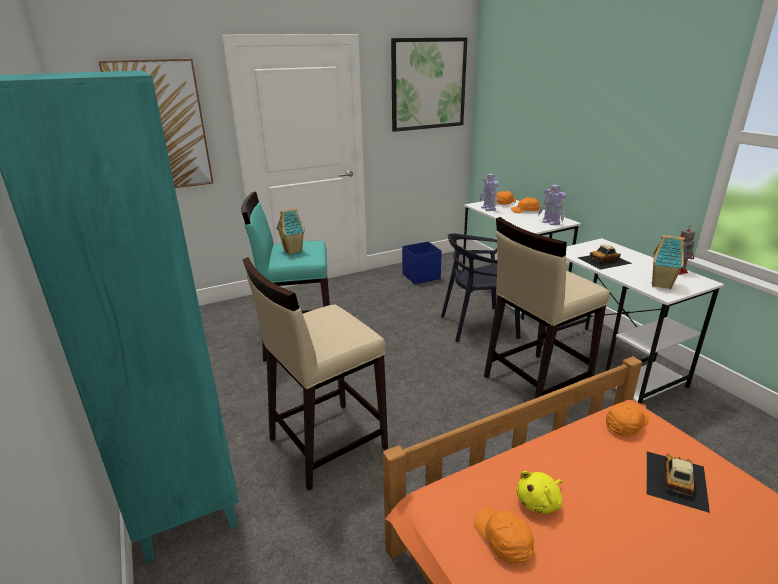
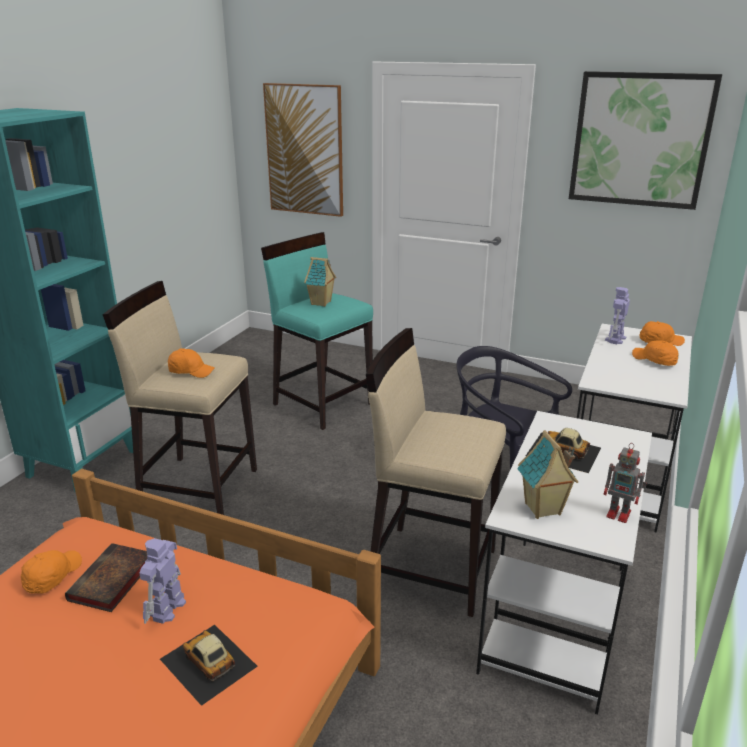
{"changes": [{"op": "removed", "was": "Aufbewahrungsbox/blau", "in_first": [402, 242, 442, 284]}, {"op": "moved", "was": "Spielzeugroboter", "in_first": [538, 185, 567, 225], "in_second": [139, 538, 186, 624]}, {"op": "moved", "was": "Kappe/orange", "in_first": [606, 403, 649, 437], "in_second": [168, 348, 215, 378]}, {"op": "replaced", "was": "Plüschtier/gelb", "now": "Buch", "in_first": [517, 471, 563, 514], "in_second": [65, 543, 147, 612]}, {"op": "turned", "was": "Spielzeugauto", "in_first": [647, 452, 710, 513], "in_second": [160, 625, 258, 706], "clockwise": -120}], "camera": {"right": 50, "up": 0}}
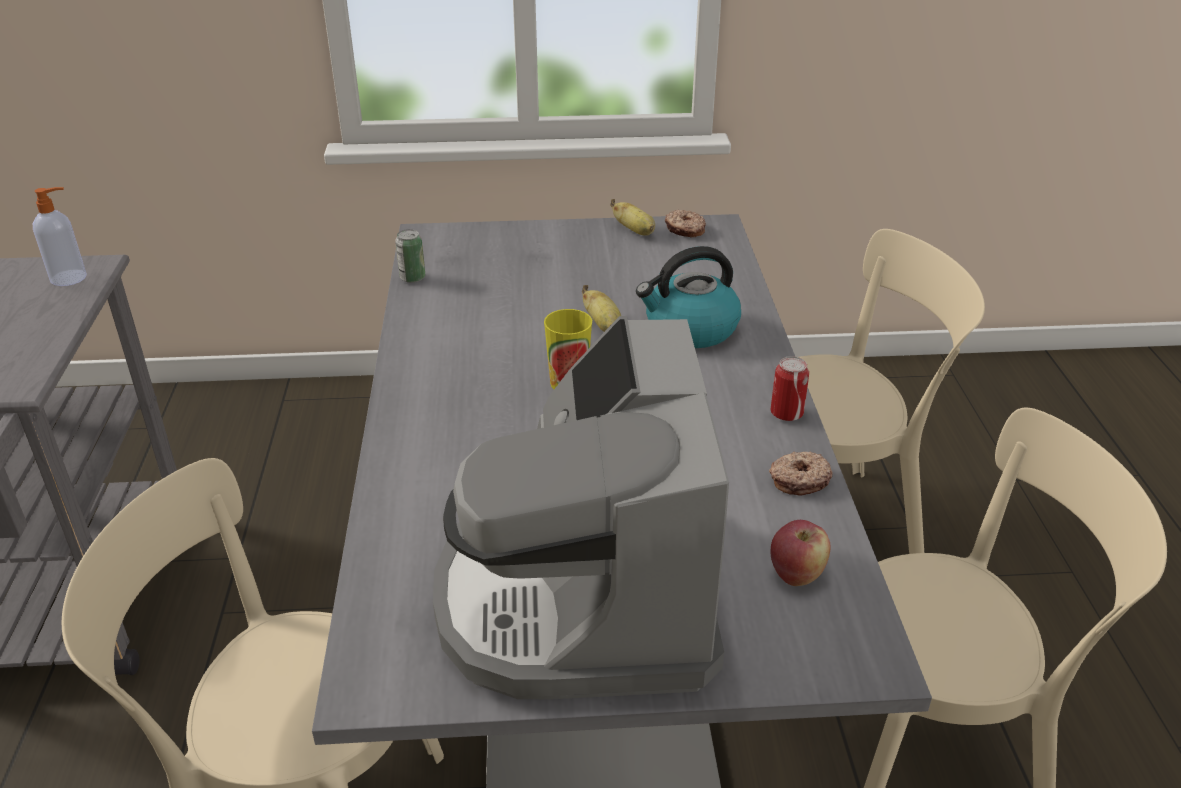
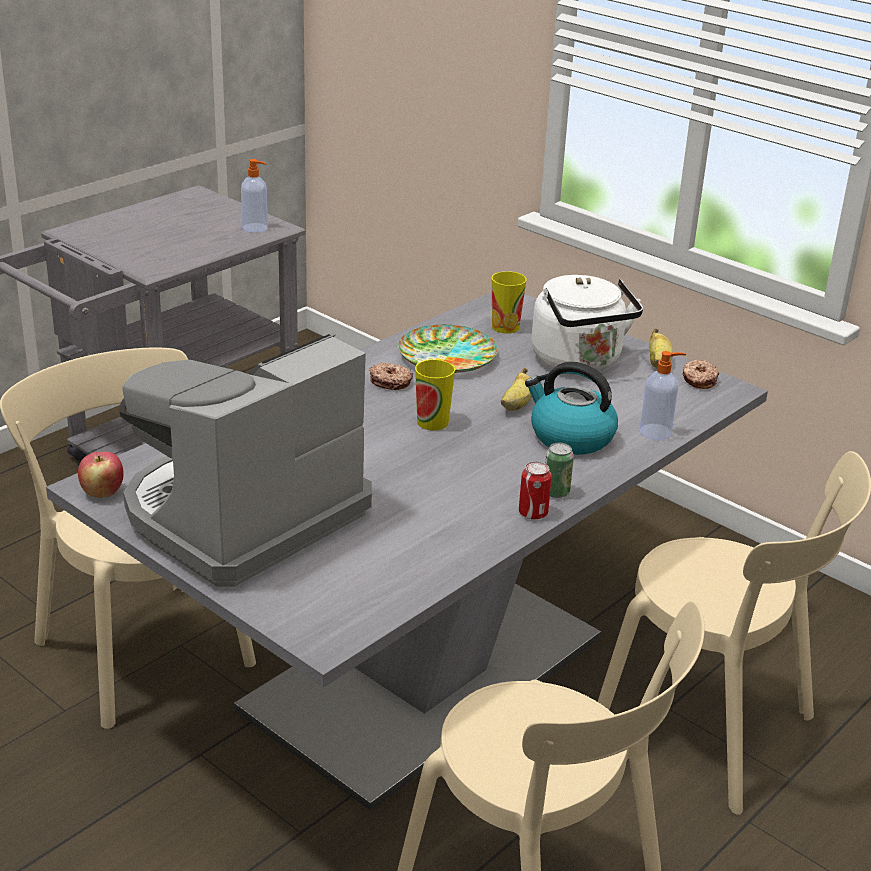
{"changes": [{"op": "added", "now": "Teller", "in_second": [398, 325, 498, 373]}, {"op": "added", "now": "Tasse", "in_second": [492, 271, 527, 334]}, {"op": "added", "now": "Wasserkessel/weiß", "in_second": [531, 275, 643, 371]}, {"op": "added", "now": "Seifenspender", "in_second": [640, 351, 686, 440]}, {"op": "moved", "was": "Dose", "in_first": [395, 229, 425, 283], "in_second": [545, 443, 574, 498]}, {"op": "moved", "was": "Donut", "in_first": [769, 452, 833, 496], "in_second": [369, 363, 413, 390]}, {"op": "moved", "was": "Apfel", "in_first": [771, 520, 831, 586], "in_second": [78, 452, 124, 498]}], "camera": {"right": 45, "up": -5}}
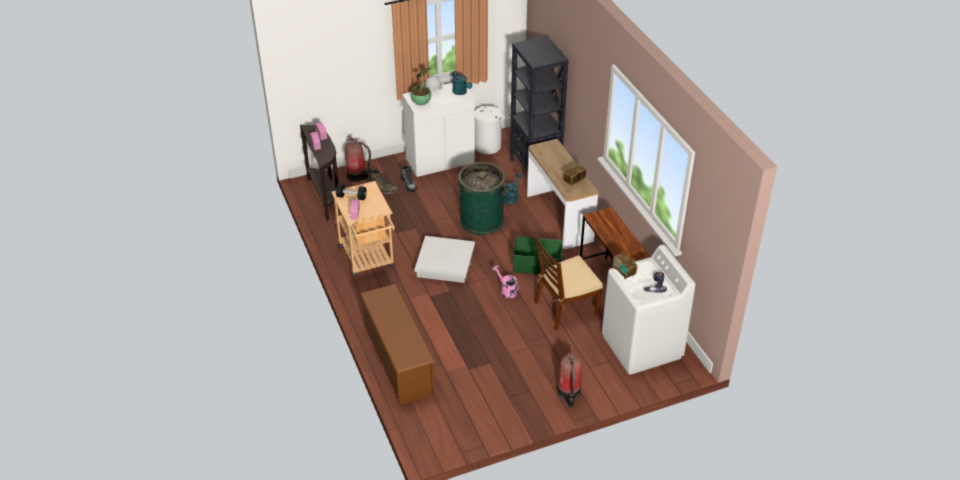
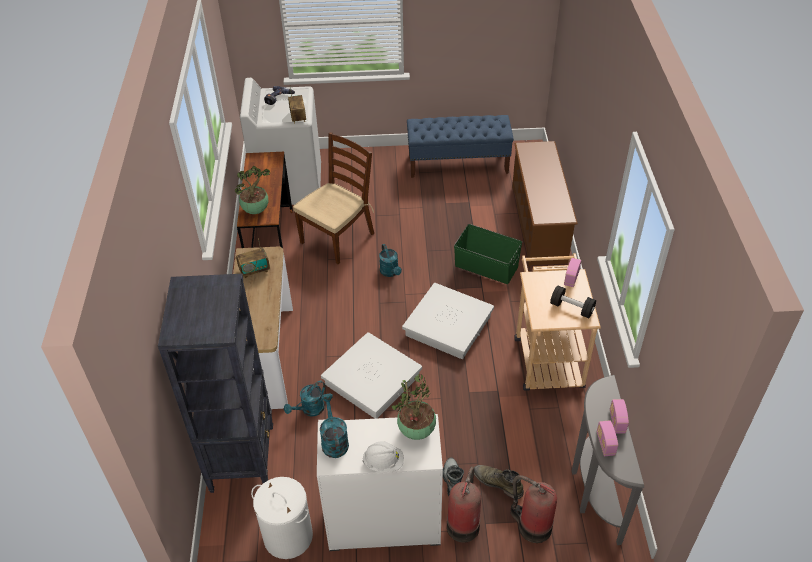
{"changes": [{"op": "added", "now": "Topfpflanze", "in_second": [235, 166, 270, 214]}, {"op": "added", "now": "Bank/blau", "in_second": [407, 115, 514, 178]}, {"op": "moved", "was": "Aufbewahrungsbox/grün", "in_first": [513, 236, 563, 274], "in_second": [454, 224, 522, 284]}, {"op": "moved", "was": "Feuerlöscher", "in_first": [557, 346, 582, 408], "in_second": [447, 467, 481, 543]}, {"op": "replaced", "was": "Mülleimer/grün", "now": "Aufbewahrungsbox/weiß", "in_first": [457, 162, 507, 235], "in_second": [321, 332, 422, 419]}, {"op": "recoloured", "was": "Konsolentisch/braun", "now": "Konsolentisch/grau", "in_first": [300, 125, 339, 221], "in_second": [572, 375, 644, 545]}, {"op": "recoloured", "was": "Gießkanne/rosa", "now": "Gießkanne/türkis", "in_first": [493, 265, 519, 299], "in_second": [379, 244, 402, 277]}, {"op": "turned", "was": "Stuhl/braun", "in_first": [535, 235, 603, 330], "in_second": [293, 132, 374, 264], "clockwise": -45}], "camera": {"right": -160, "up": 5}}
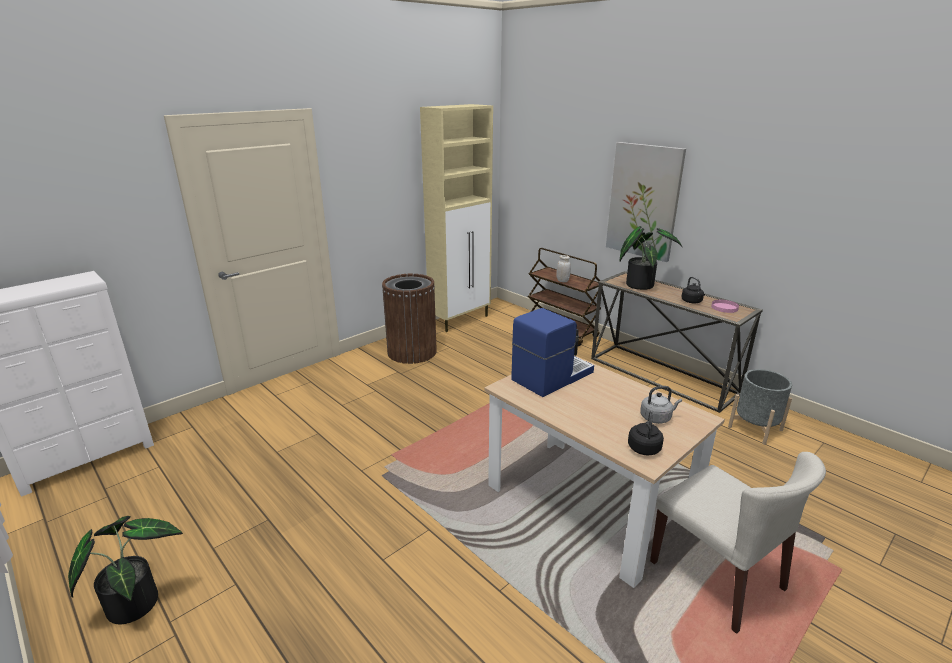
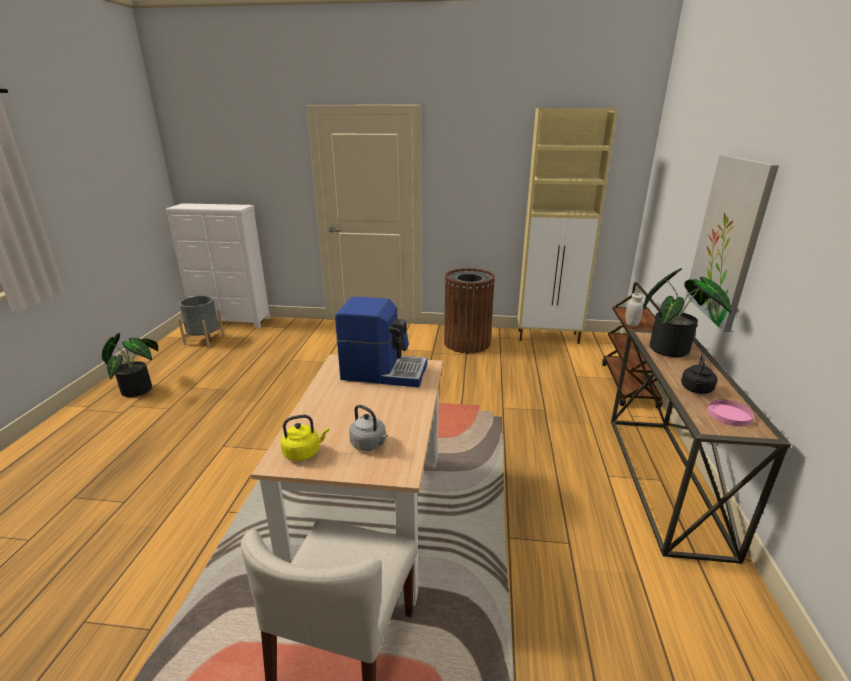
{"changes": [{"op": "moved", "was": "Pflanzkübel/grau", "in_first": [728, 369, 792, 445], "in_second": [178, 296, 225, 347]}, {"op": "recoloured", "was": "Wasserkessel/schwarz", "now": "Wasserkessel/gelb", "in_first": [628, 411, 664, 455], "in_second": [280, 415, 329, 461]}], "camera": {"right": 50, "up": 0}}
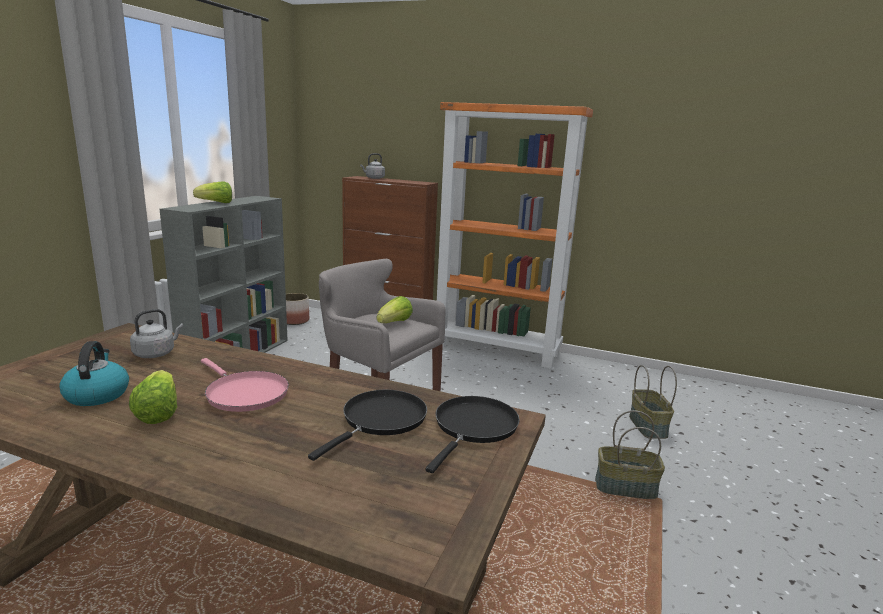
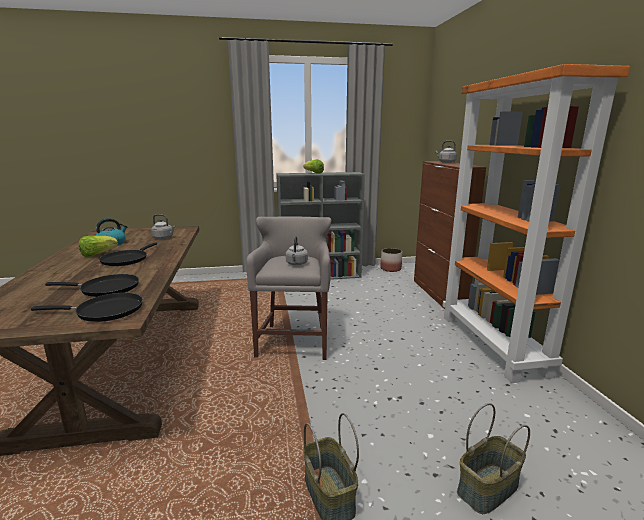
{"changes": [{"op": "replaced", "was": "Salatkopf", "now": "Wasserkessel/grau", "in_first": [377, 296, 413, 323], "in_second": [286, 236, 308, 265]}, {"op": "recoloured", "was": "Pfanne/rosa", "now": "Pfanne/schwarz", "in_first": [201, 358, 289, 412], "in_second": [99, 243, 157, 266]}], "camera": {"right": 60, "up": 0}}
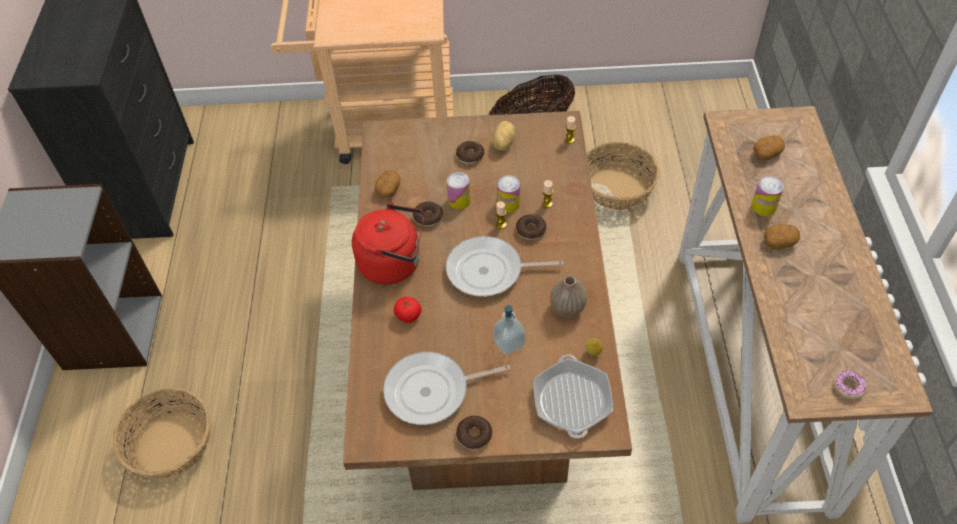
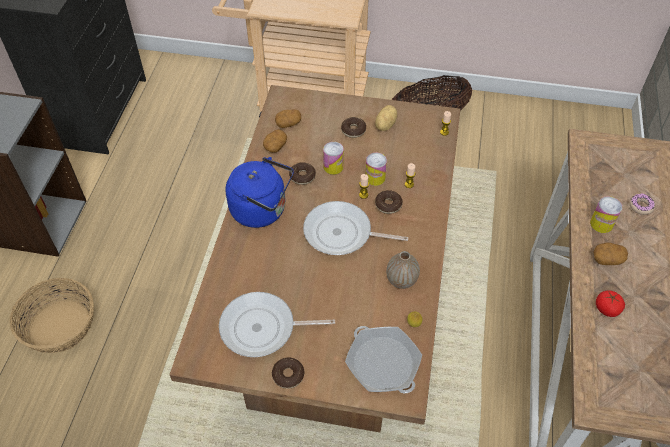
{"changes": [{"op": "removed", "was": "Seifenspender", "in_first": [493, 305, 525, 355]}, {"op": "removed", "was": "Korb", "in_first": [587, 142, 660, 210]}, {"op": "moved", "was": "Tomate", "in_first": [394, 297, 422, 323], "in_second": [596, 290, 625, 317]}, {"op": "moved", "was": "Kartoffel", "in_first": [753, 135, 785, 160], "in_second": [275, 110, 301, 128]}, {"op": "moved", "was": "Donut", "in_first": [834, 370, 867, 400], "in_second": [629, 193, 655, 215]}, {"op": "recoloured", "was": "Wasserkessel/rot", "now": "Wasserkessel/blau", "in_first": [352, 202, 425, 284], "in_second": [226, 157, 294, 228]}, {"op": "turned", "was": "Pfanne", "in_first": [534, 354, 613, 438], "in_second": [345, 326, 422, 394], "clockwise": 135}], "camera": {"right": 10, "up": 0}}
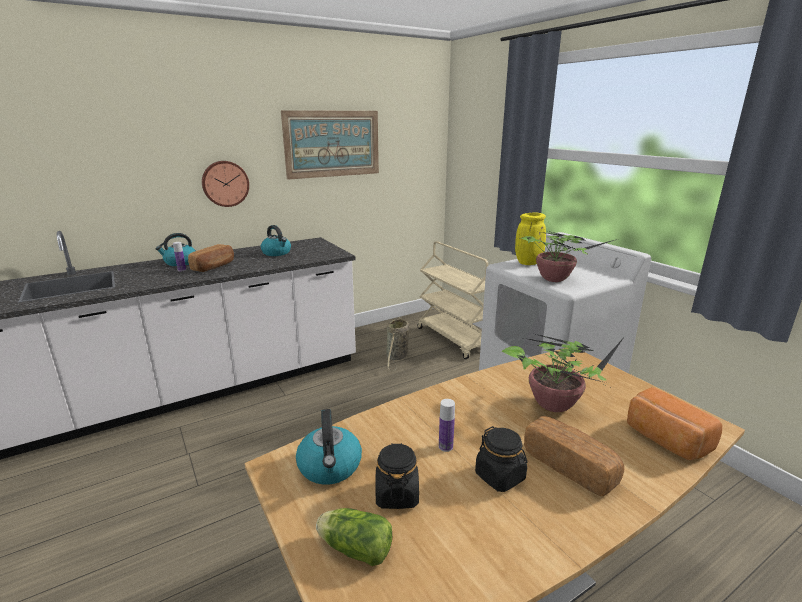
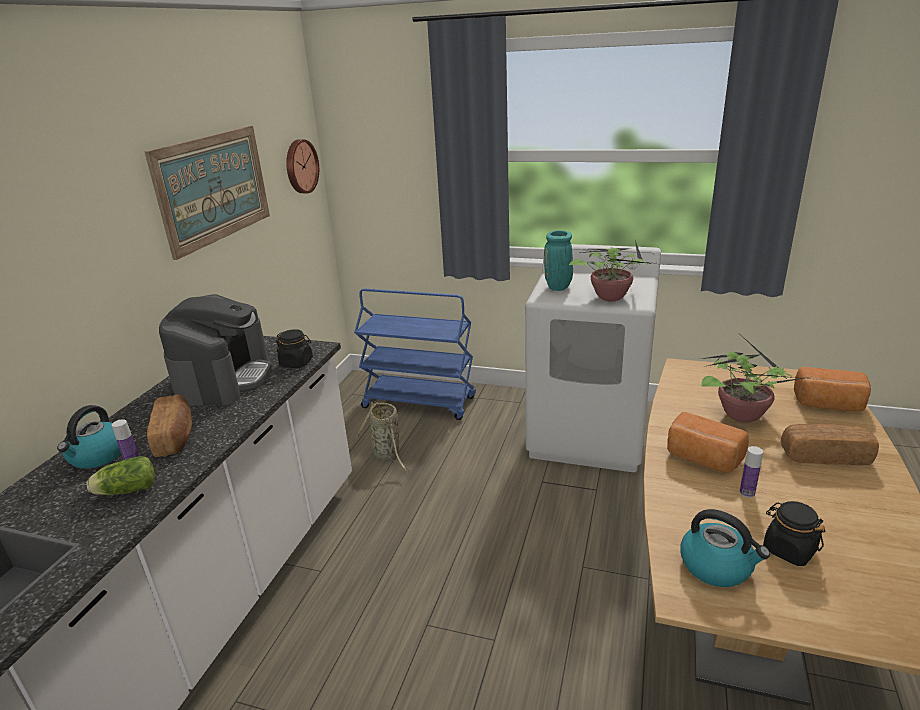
{"changes": [{"op": "added", "now": "Brot", "in_second": [667, 412, 749, 473]}, {"op": "moved", "was": "Wanduhr", "in_first": [202, 161, 249, 207], "in_second": [286, 139, 319, 193]}, {"op": "moved", "was": "Salatkopf", "in_first": [316, 508, 392, 566], "in_second": [87, 456, 155, 495]}, {"op": "moved", "was": "Vorratsglas/schwarz", "in_first": [475, 426, 527, 492], "in_second": [276, 329, 313, 368]}, {"op": "replaced", "was": "Wasserkessel", "now": "Kaffeemaschine", "in_first": [261, 225, 291, 256], "in_second": [159, 294, 272, 406]}, {"op": "recoloured", "was": "Rollwagen/beige", "now": "Rollwagen/blau", "in_first": [417, 241, 488, 359], "in_second": [354, 289, 476, 420]}, {"op": "recoloured", "was": "Vase/gelb", "now": "Vase/türkis", "in_first": [515, 212, 546, 265], "in_second": [544, 230, 573, 291]}], "camera": {"right": -40, "up": 5}}
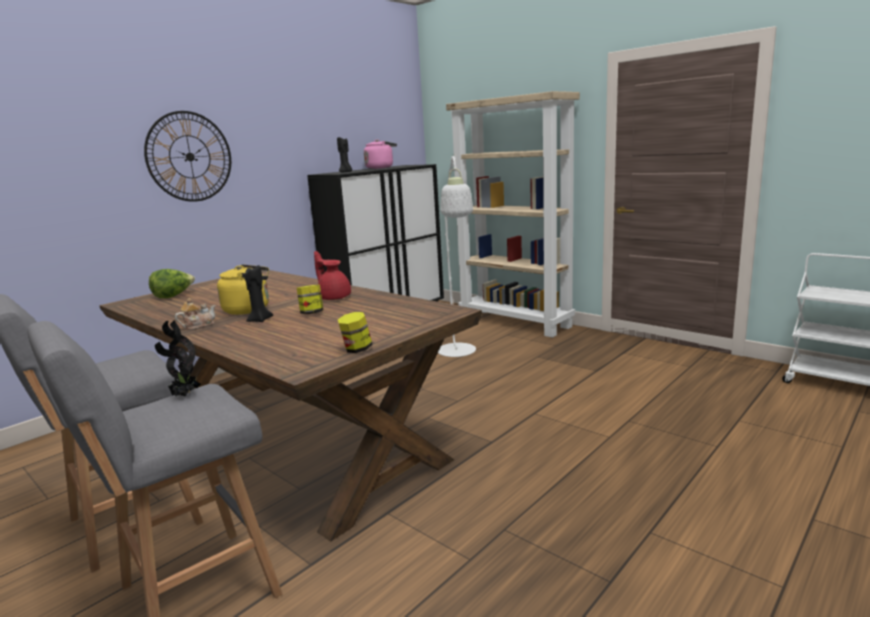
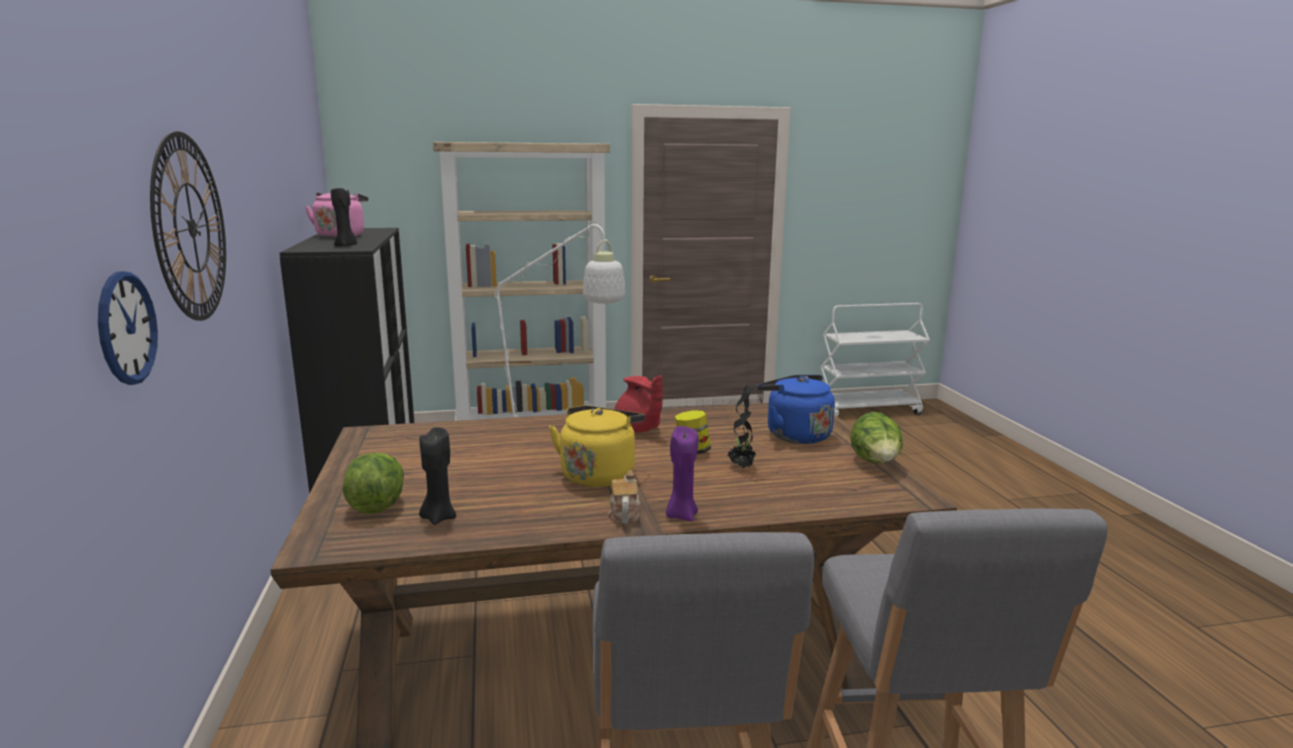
{"changes": [{"op": "added", "now": "Wanduhr", "in_second": [98, 271, 158, 385]}, {"op": "added", "now": "Kerze/lila", "in_second": [666, 426, 699, 522]}, {"op": "added", "now": "Wasserkessel/blau", "in_second": [757, 375, 835, 444]}, {"op": "moved", "was": "Topfpflanze", "in_first": [155, 320, 201, 397], "in_second": [728, 385, 758, 468]}, {"op": "moved", "was": "Kerze/schwarz", "in_first": [244, 265, 273, 322], "in_second": [419, 427, 456, 525]}, {"op": "replaced", "was": "Vorratsglas", "now": "Salatkopf", "in_first": [338, 312, 373, 353], "in_second": [850, 412, 903, 463]}, {"op": "turned", "was": "Teekanne/rot", "in_first": [314, 251, 351, 300], "in_second": [614, 375, 663, 433], "clockwise": -120}], "camera": {"right": -55, "up": 0}}
